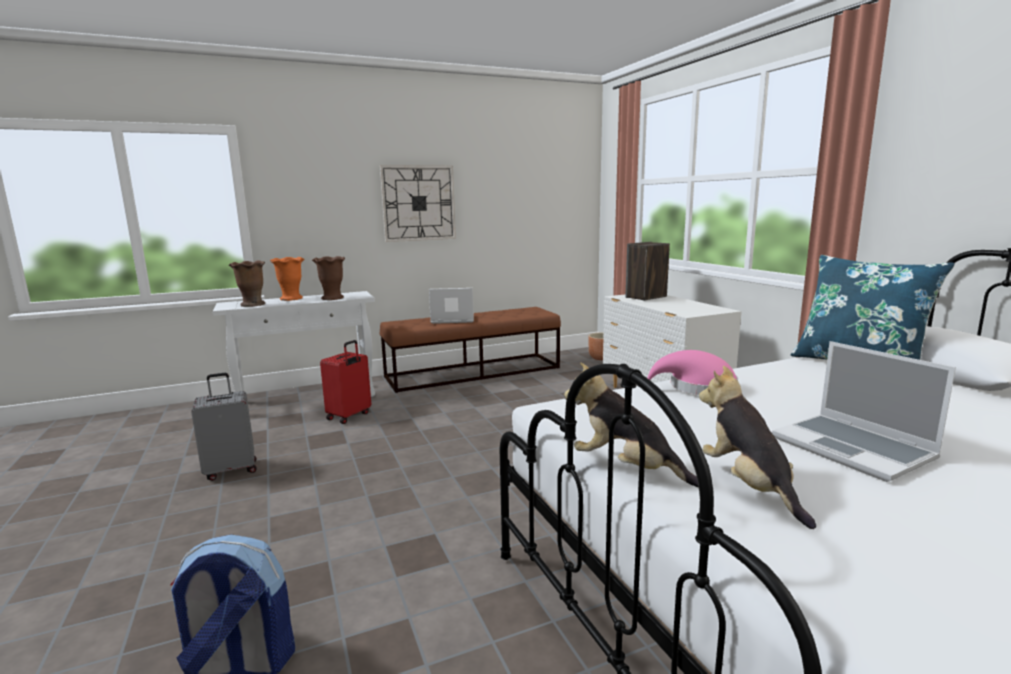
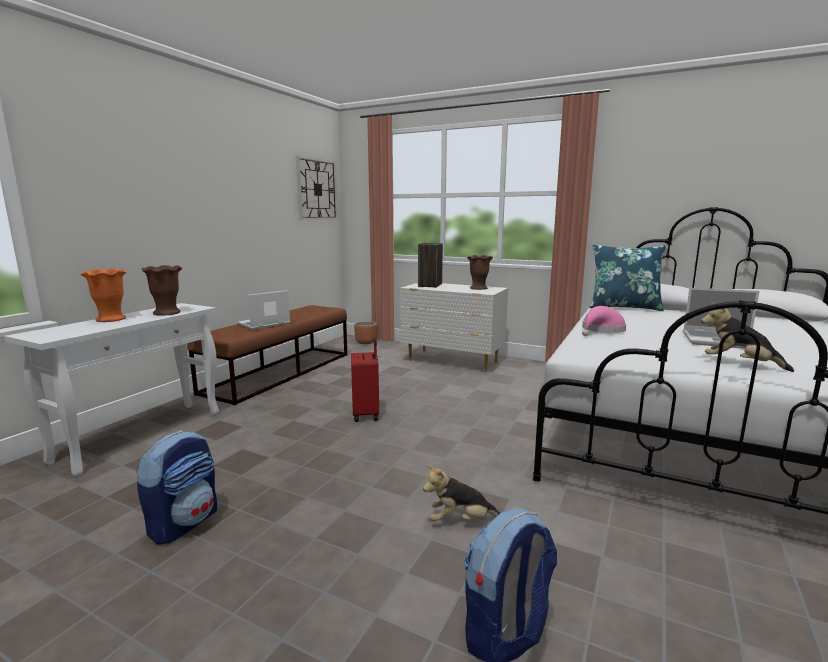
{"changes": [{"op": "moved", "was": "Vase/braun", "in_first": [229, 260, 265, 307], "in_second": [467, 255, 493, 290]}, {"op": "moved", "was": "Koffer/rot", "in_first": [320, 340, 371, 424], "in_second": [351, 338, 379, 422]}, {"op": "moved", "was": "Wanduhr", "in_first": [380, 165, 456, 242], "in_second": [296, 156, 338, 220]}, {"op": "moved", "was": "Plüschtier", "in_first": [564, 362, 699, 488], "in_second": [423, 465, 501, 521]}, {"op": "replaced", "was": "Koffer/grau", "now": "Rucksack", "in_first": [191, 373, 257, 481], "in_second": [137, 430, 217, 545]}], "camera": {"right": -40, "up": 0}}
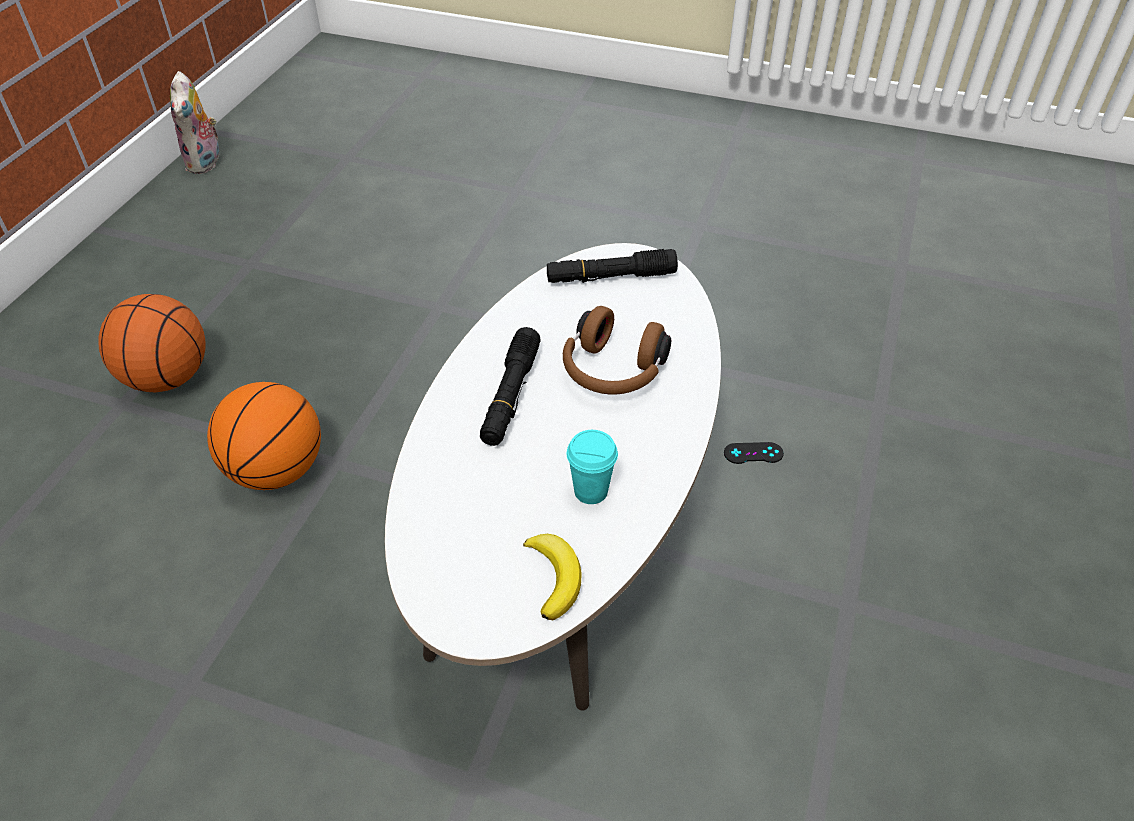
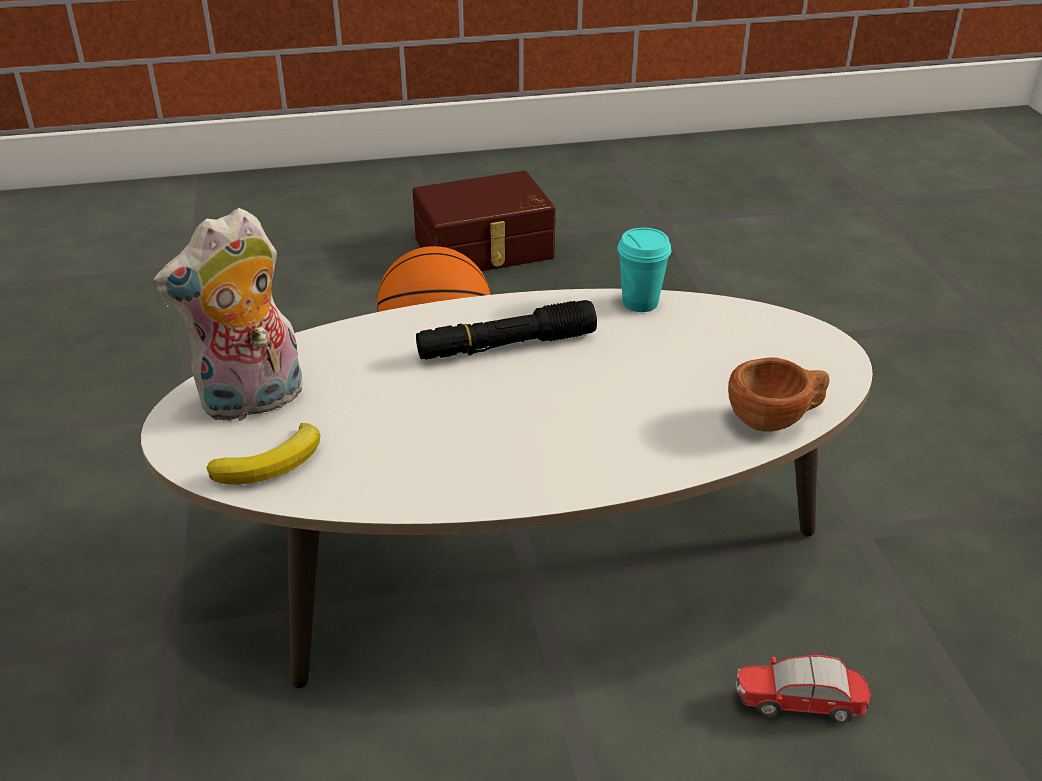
{"changes": [{"op": "removed", "was": "Taschenlampe/schwarz", "in_first": [547, 249, 678, 283]}, {"op": "removed", "was": "Kopfhörer/braun", "in_first": [563, 306, 671, 394]}, {"op": "added", "now": "Tasse/braun", "in_second": [728, 358, 830, 432]}, {"op": "moved", "was": "Plüschtier", "in_first": [170, 71, 220, 174], "in_second": [153, 208, 303, 423]}, {"op": "moved", "was": "Tasse/türkis", "in_first": [567, 430, 618, 504], "in_second": [617, 228, 671, 312]}, {"op": "replaced", "was": "Basketball", "now": "Aufbewahrungsbox/braun", "in_first": [98, 294, 206, 392], "in_second": [413, 171, 556, 271]}, {"op": "replaced", "was": "Gamepad/schwarz", "now": "Spielzeugauto", "in_first": [724, 442, 784, 464], "in_second": [736, 655, 871, 724]}], "camera": {"right": 60, "up": -10}}
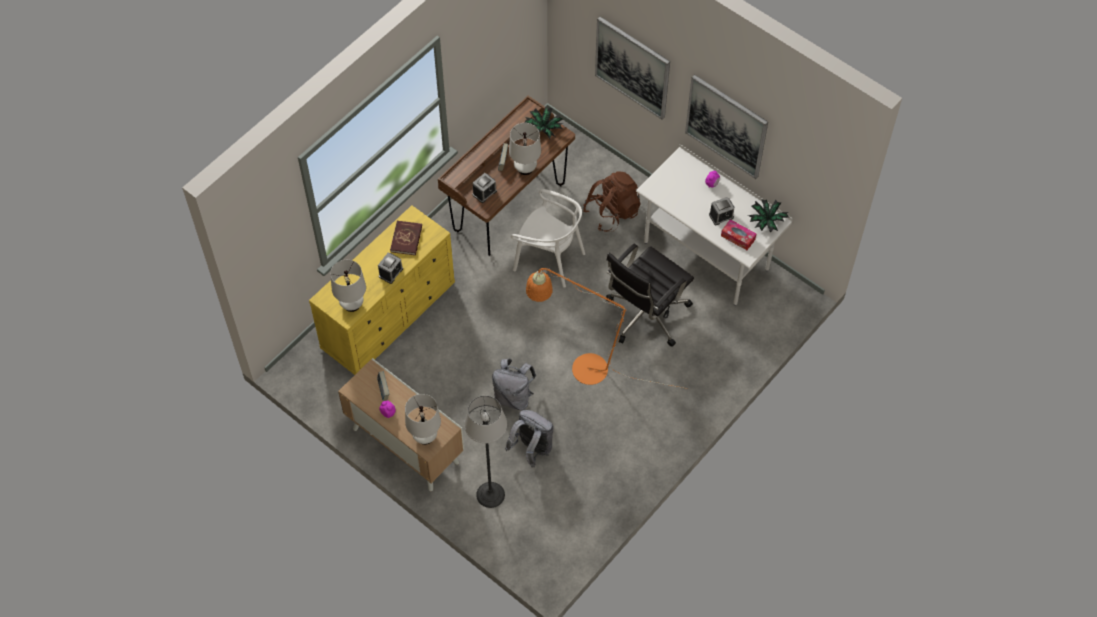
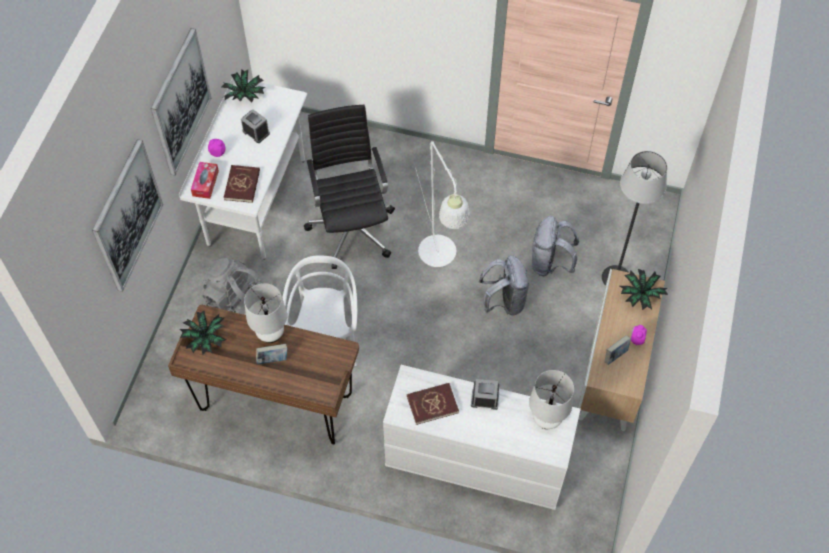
{"changes": [{"op": "removed", "was": "Wecker", "in_first": [472, 173, 497, 203]}, {"op": "added", "now": "Buch/rot", "in_second": [224, 165, 260, 203]}, {"op": "moved", "was": "Taschentuchbox", "in_first": [721, 219, 756, 250], "in_second": [191, 162, 219, 199]}, {"op": "replaced", "was": "Tischlampe/weiß", "now": "Topfpflanze", "in_first": [405, 394, 441, 445], "in_second": [620, 269, 668, 310]}, {"op": "recoloured", "was": "Kommode/gelb", "now": "Kommode/weiß", "in_first": [309, 206, 455, 375], "in_second": [383, 365, 581, 510]}, {"op": "recoloured", "was": "Stehlampe/orange", "now": "Stehlampe/weiß", "in_first": [526, 268, 687, 389], "in_second": [415, 141, 470, 267]}, {"op": "recoloured", "was": "Rucksack/braun", "now": "Rucksack/grau", "in_first": [583, 171, 641, 232], "in_second": [202, 258, 271, 313]}, {"op": "turned", "was": "Bürostuhl/schwarz", "in_first": [606, 244, 694, 347], "in_second": [304, 105, 395, 269], "clockwise": -120}], "camera": {"right": -115, "up": 0}}
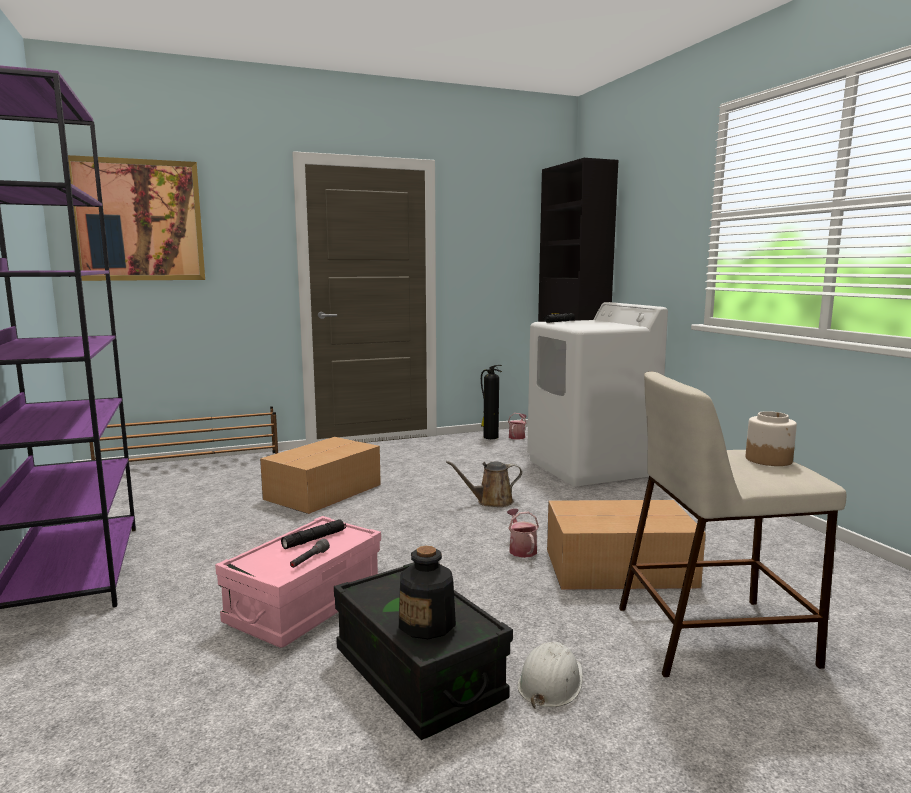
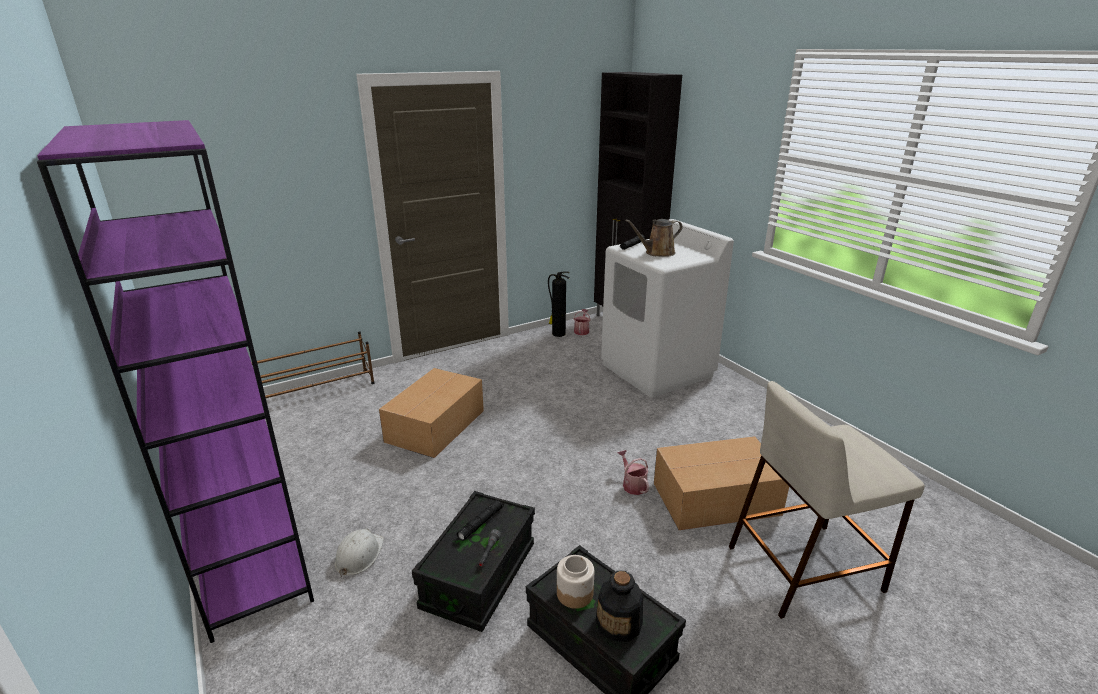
{"changes": [{"op": "removed", "was": "Bild", "in_first": [68, 155, 205, 281]}, {"op": "moved", "was": "Gießkanne/braun", "in_first": [446, 461, 522, 507], "in_second": [625, 219, 683, 257]}, {"op": "moved", "was": "Schutzhelm/weiß", "in_first": [518, 642, 583, 709], "in_second": [335, 528, 384, 577]}, {"op": "moved", "was": "Vorratsglas", "in_first": [746, 411, 797, 466], "in_second": [557, 555, 594, 609]}, {"op": "recoloured", "was": "Aufbewahrungsbox/rosa", "now": "Aufbewahrungsbox/schwarz", "in_first": [215, 516, 381, 648], "in_second": [412, 491, 535, 632]}], "camera": {"right": -10, "up": 15}}
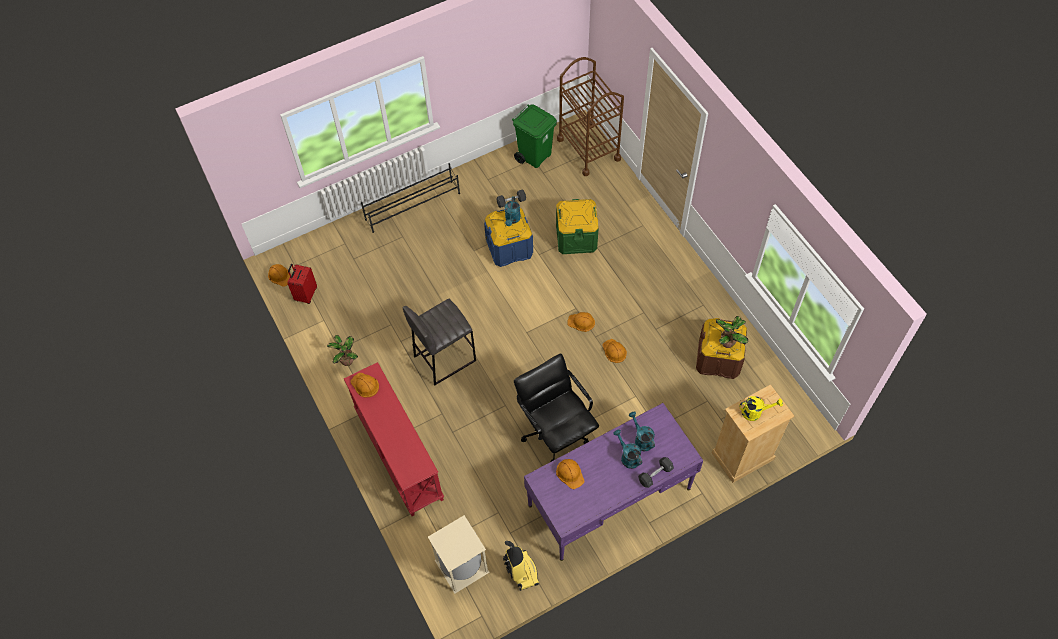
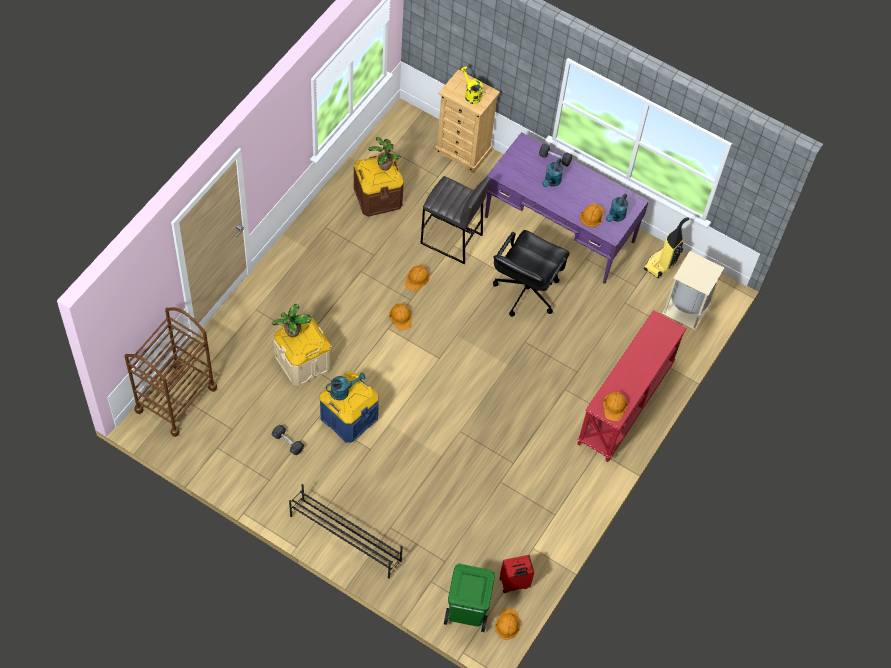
{"changes": [{"op": "moved", "was": "Topfpflanze", "in_first": [327, 335, 358, 366], "in_second": [272, 304, 312, 337]}, {"op": "moved", "was": "Hocker/grau", "in_first": [402, 298, 476, 386], "in_second": [421, 176, 490, 264]}, {"op": "moved", "was": "Mülleimer/grün", "in_first": [512, 104, 557, 168], "in_second": [444, 564, 495, 632]}, {"op": "moved", "was": "Gießkanne/türkis", "in_first": [629, 412, 655, 451], "in_second": [606, 193, 628, 222]}, {"op": "recoloured", "was": "Aufbewahrungsbox/grün", "now": "Aufbewahrungsbox/beige", "in_first": [556, 199, 599, 254], "in_second": [274, 318, 332, 386]}], "camera": {"right": -125, "up": 0}}
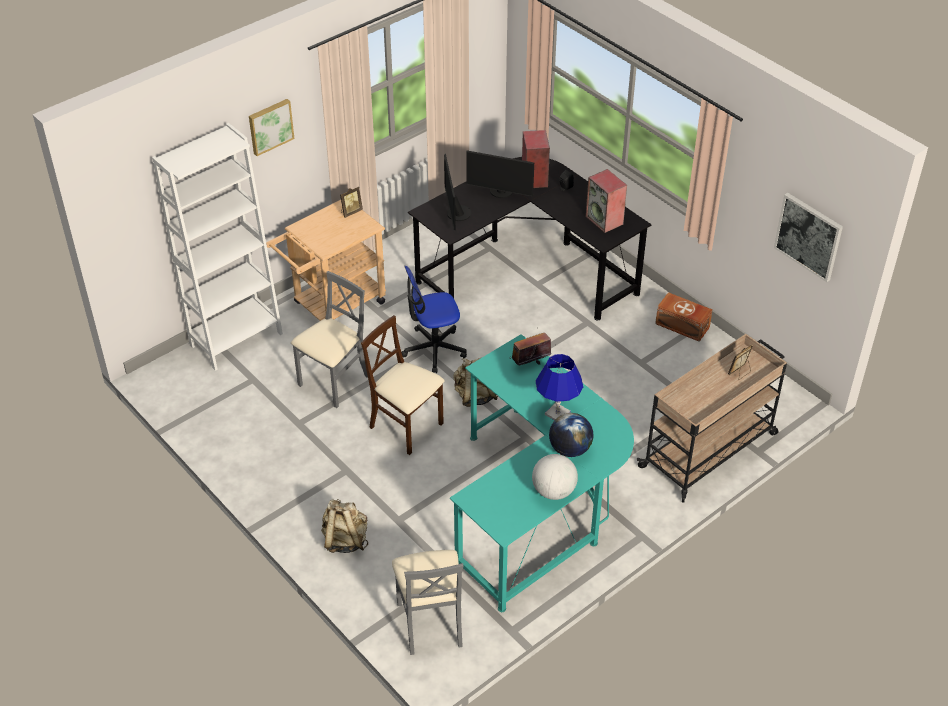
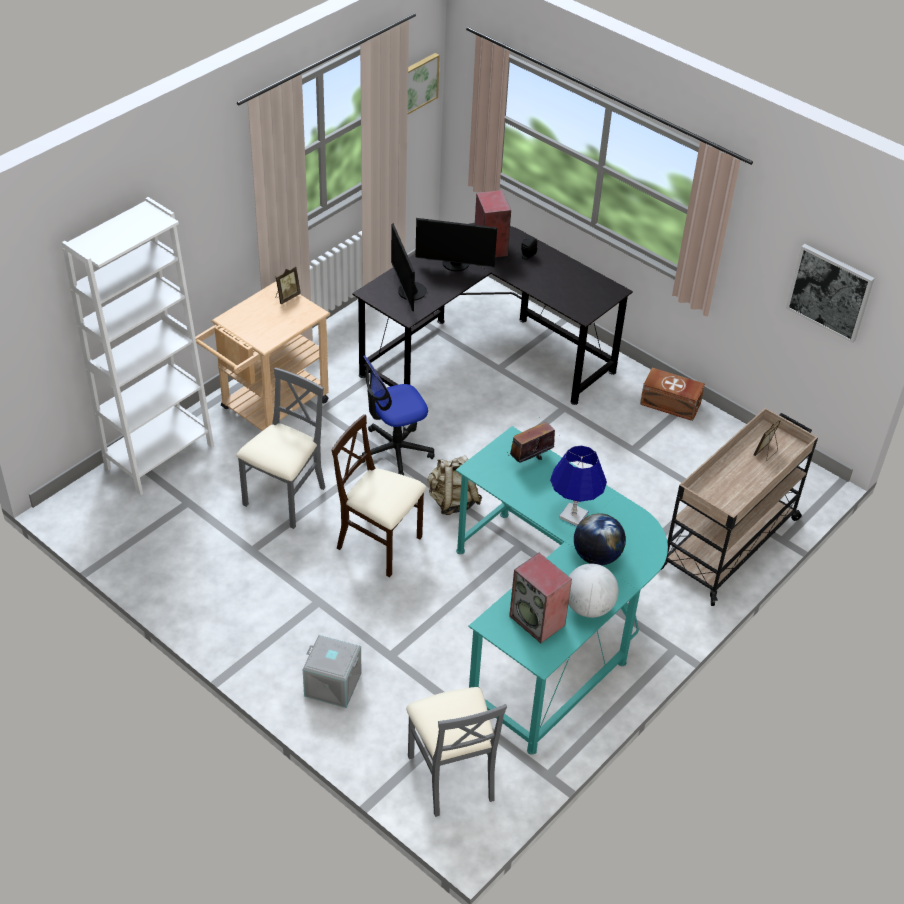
{"changes": [{"op": "moved", "was": "Bild", "in_first": [249, 99, 294, 156], "in_second": [407, 53, 440, 115]}, {"op": "moved", "was": "Lautsprecher", "in_first": [586, 169, 627, 233], "in_second": [509, 553, 572, 643]}, {"op": "replaced", "was": "Rucksack/beige", "now": "Aufbewahrungsbox/grau", "in_first": [321, 499, 368, 553], "in_second": [303, 635, 361, 708]}], "camera": {"right": -10, "up": 0}}
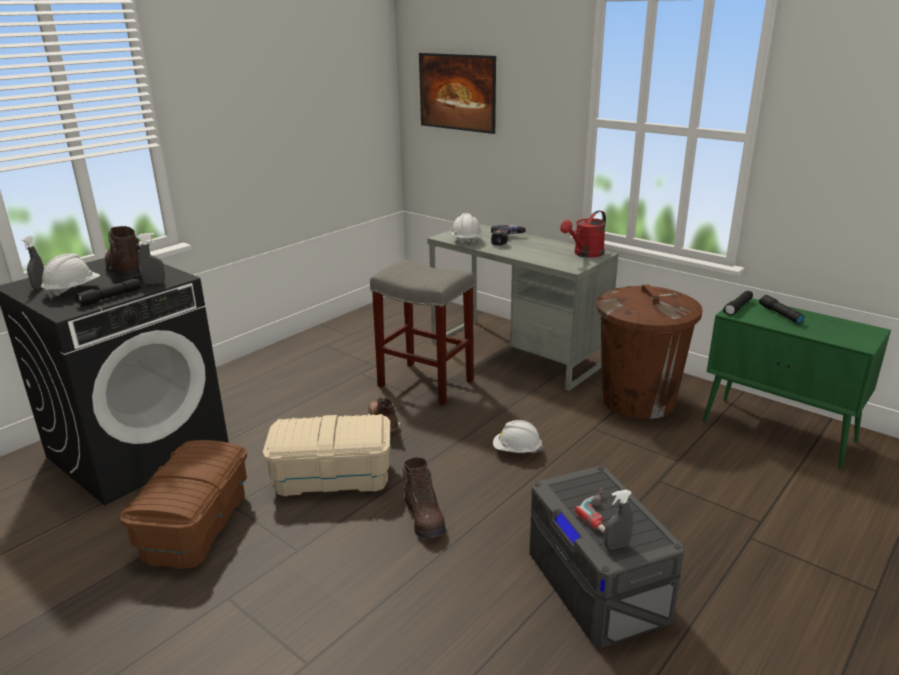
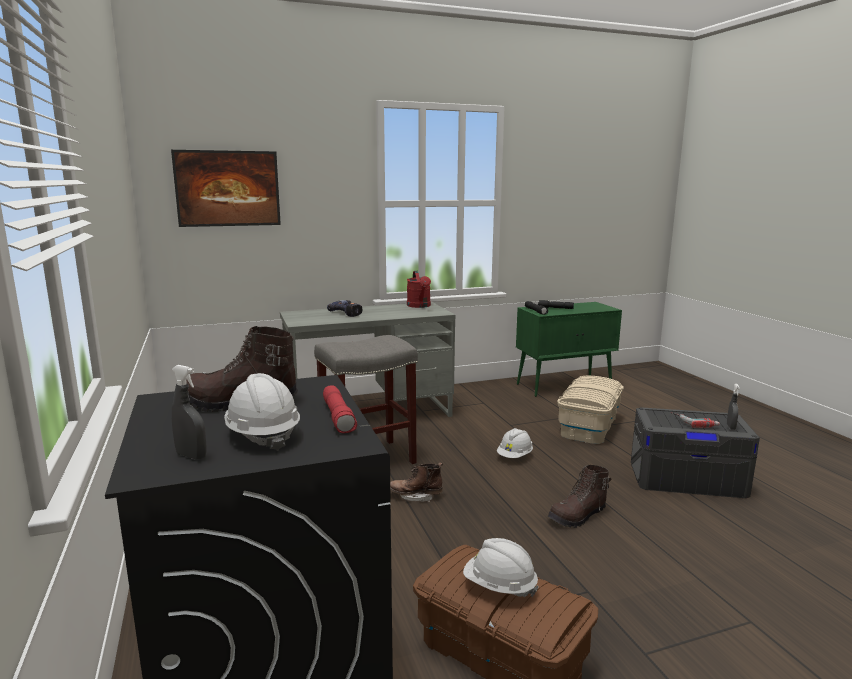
{"changes": [{"op": "removed", "was": "Sprühflasche/grau", "in_first": [137, 233, 165, 285]}, {"op": "removed", "was": "Mülleimer/braun", "in_first": [596, 285, 703, 419]}, {"op": "moved", "was": "Aufbewahrungsbox/beige", "in_first": [263, 414, 390, 496], "in_second": [557, 376, 624, 444]}, {"op": "moved", "was": "Schutzhelm/weiß", "in_first": [451, 213, 482, 246], "in_second": [463, 538, 539, 597]}, {"op": "recoloured", "was": "Taschenlampe/schwarz", "now": "Taschenlampe/rot", "in_first": [75, 279, 141, 306], "in_second": [323, 385, 357, 433]}, {"op": "turned", "was": "Stiefel/braun", "in_first": [402, 457, 446, 539], "in_second": [548, 465, 612, 528], "clockwise": 135}], "camera": {"right": -60, "up": -10}}
